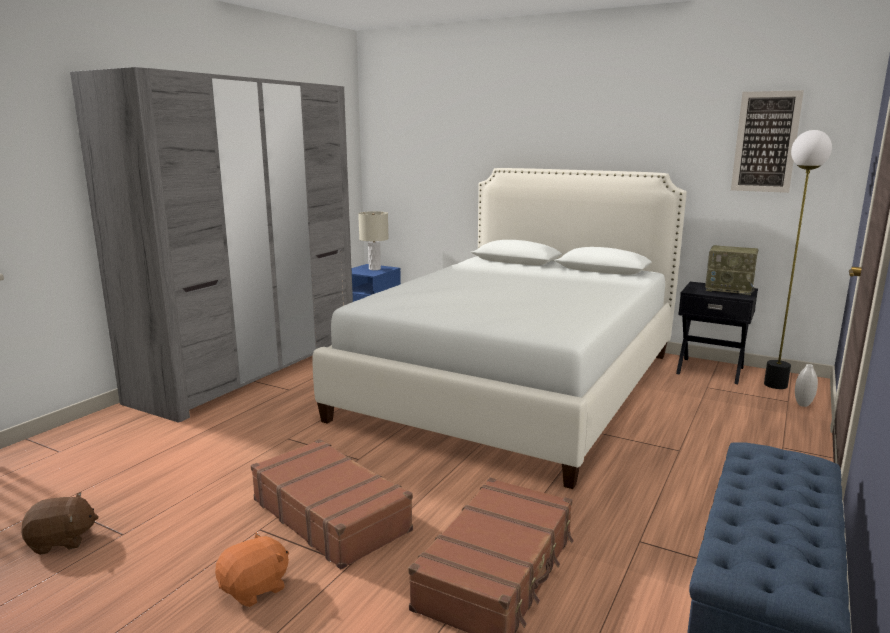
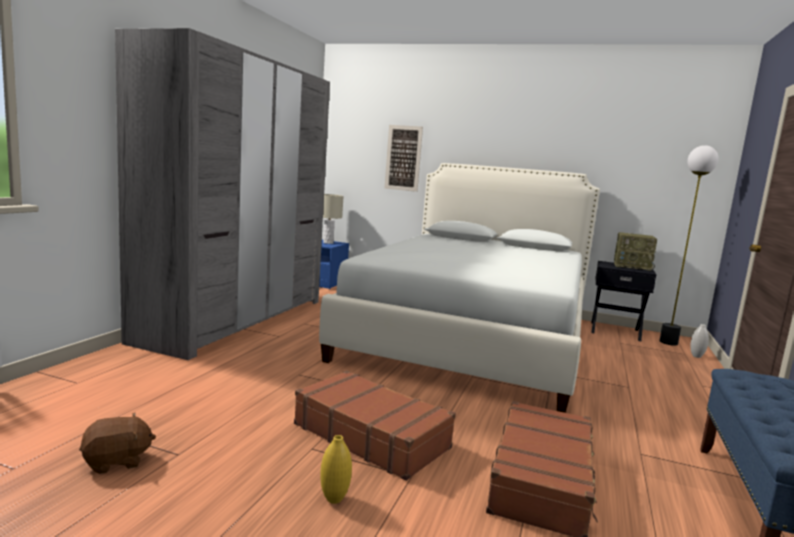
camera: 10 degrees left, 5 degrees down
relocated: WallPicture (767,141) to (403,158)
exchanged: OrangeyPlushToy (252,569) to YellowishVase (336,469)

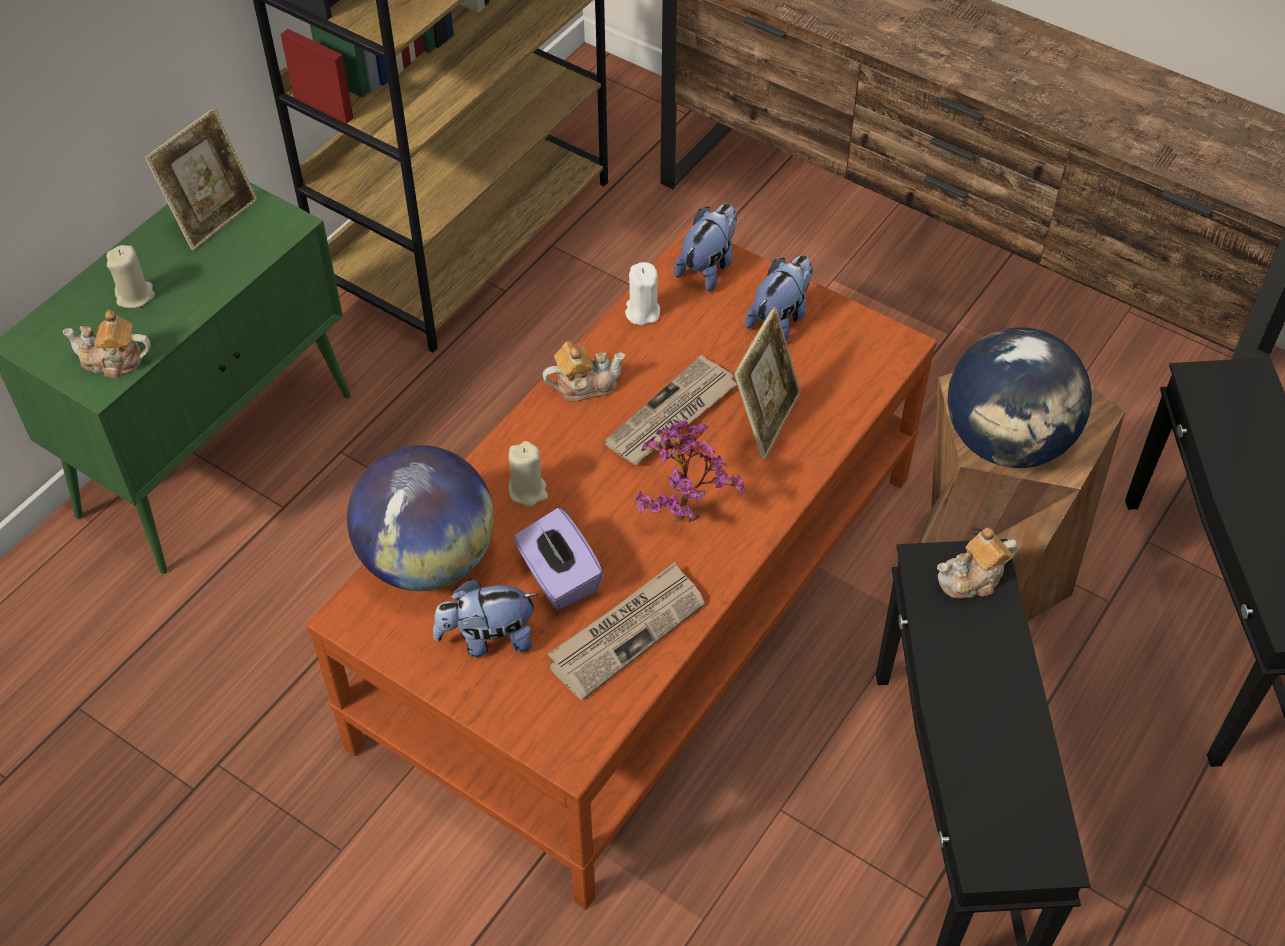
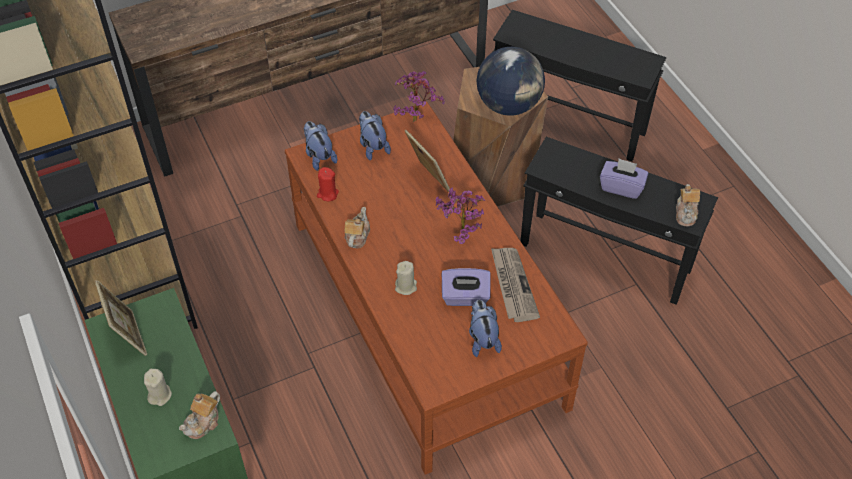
camera: 60 degrees left, 0 degrees up
missing: WorldGlobe (420,518); PrintedPaper (670,410)
appeared: PlantInAPot (419,96); PurpleTissueHolder (624,178)
relocated: TeaPot (977,563) to (688,205)
colour: WhiteCandle (642,293) to RedColouredCandle (328,184)
spun: PlushToy (485,618) = (485,328) 150 degrees clockwise

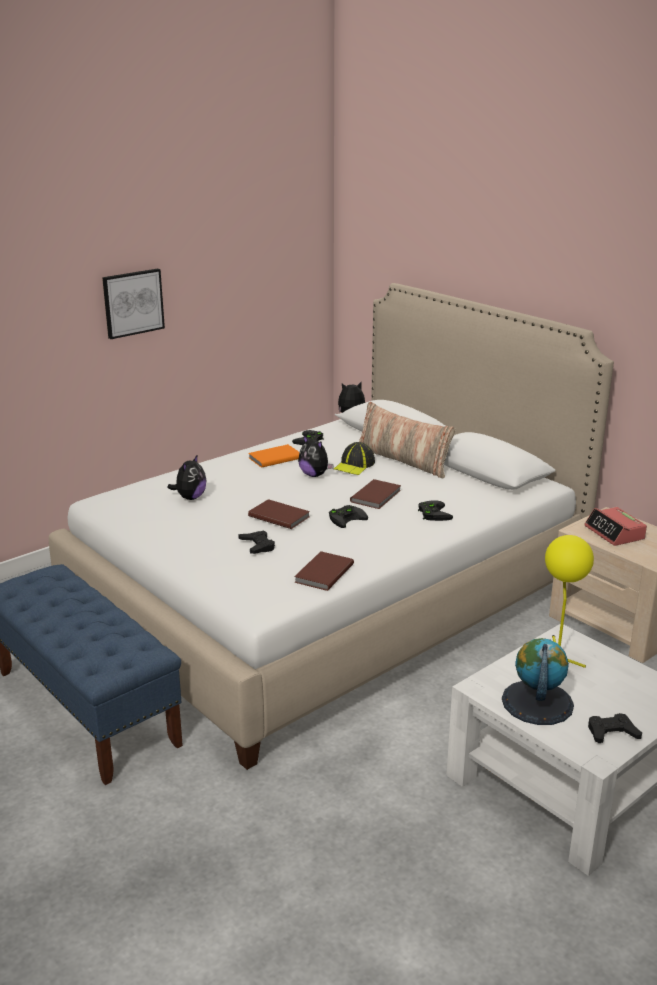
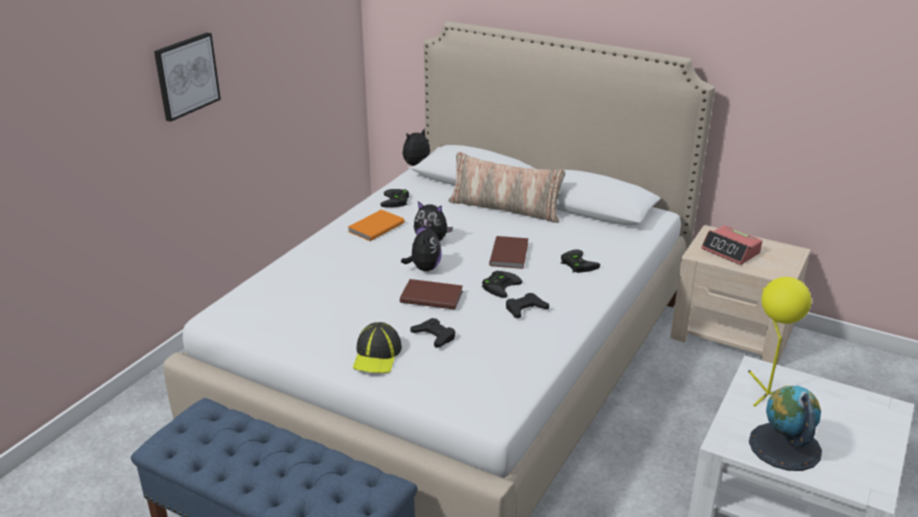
camera: 20 degrees left, 5 degrees up
missing: BrownishVolume (324,571)
relocated: PlushToy (187,477) to (421,247); BaseballCap (354,458) to (377,347); BlackishGamepad (615,728) to (527,305)

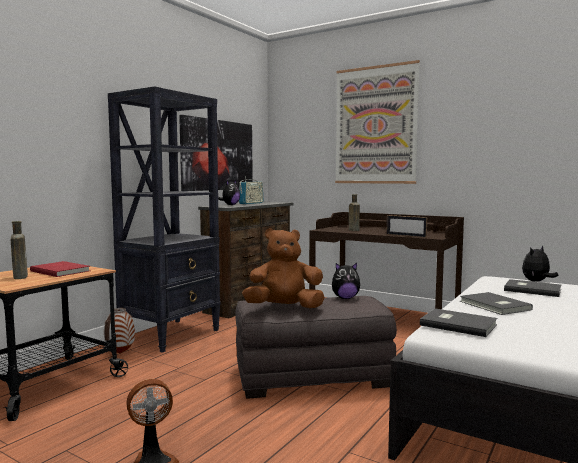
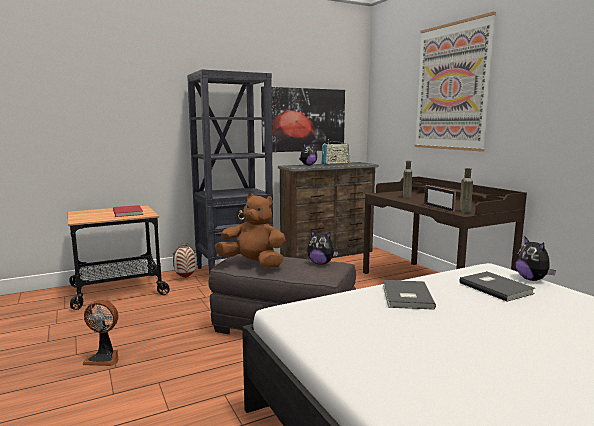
camera: 30 degrees right, 5 degrees up
missing: GrayVolume (458,322)
relocated: BrownishDrinkBottle (19,250) to (466,190)
spun: PlushToy (540,264) = (535,259) 105 degrees counterclockwise

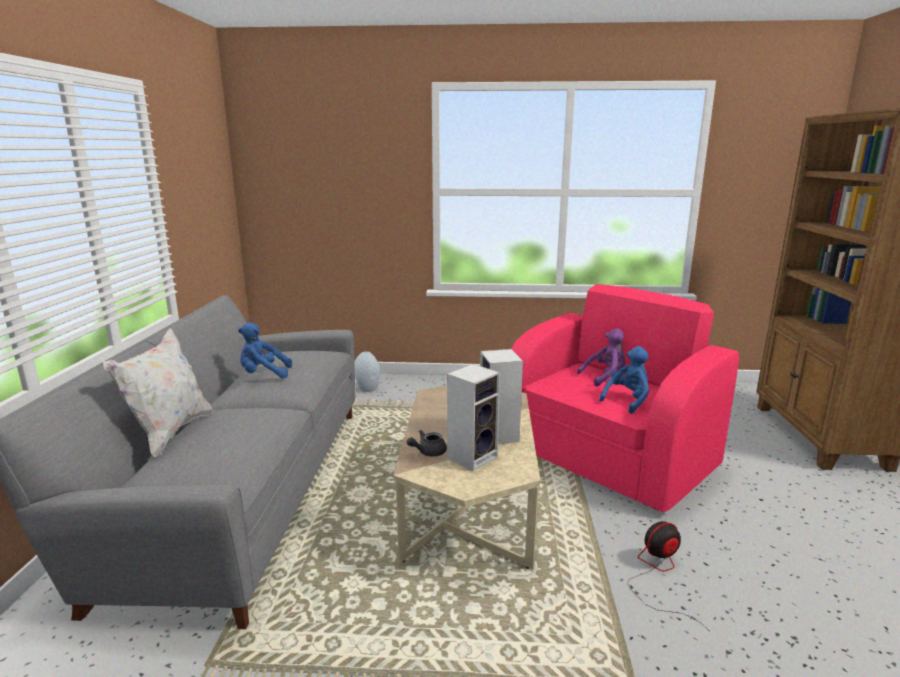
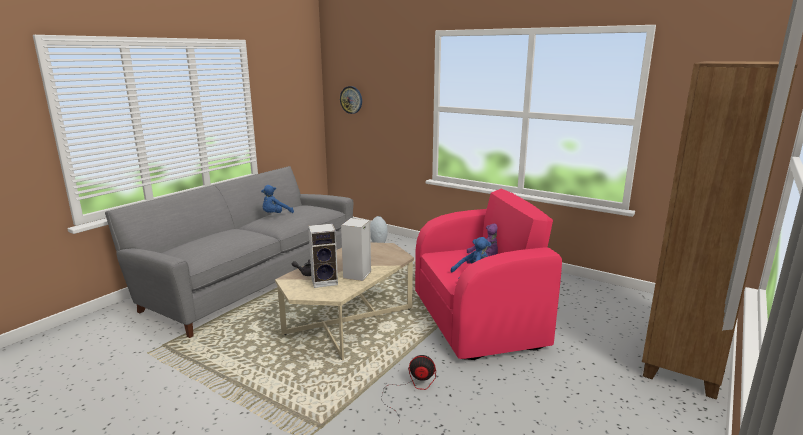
camera: 30 degrees right, 0 degrees up
missing: WhitePillow (158,392)
appeared: ClockOnTheWall (351,100)
spun: BlueColouredPlushToy (265,350) = (277,199) 75 degrees counterclockwise

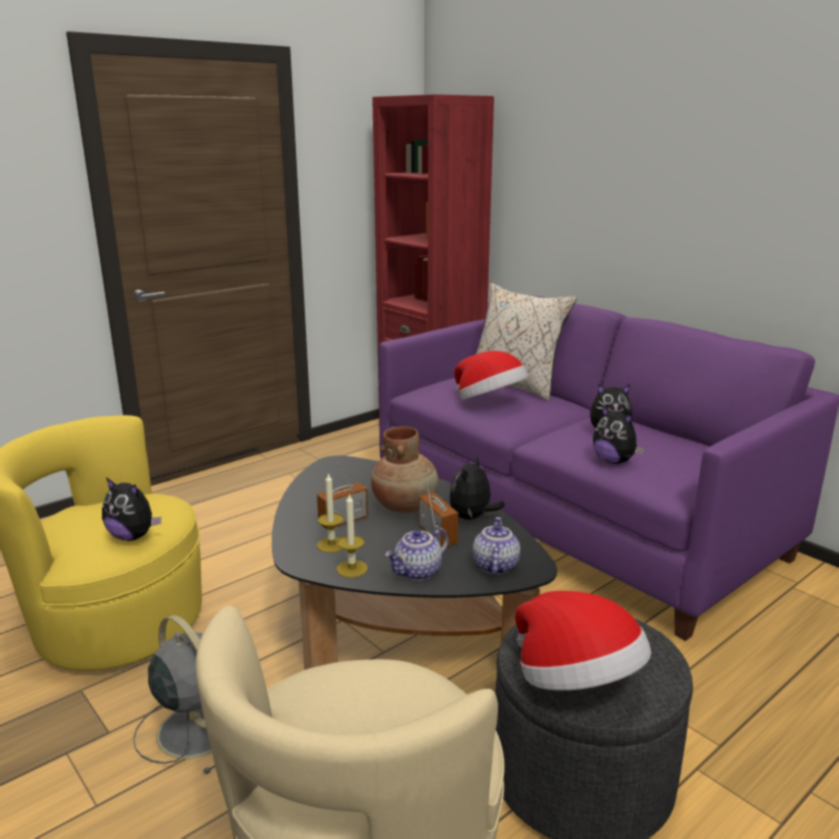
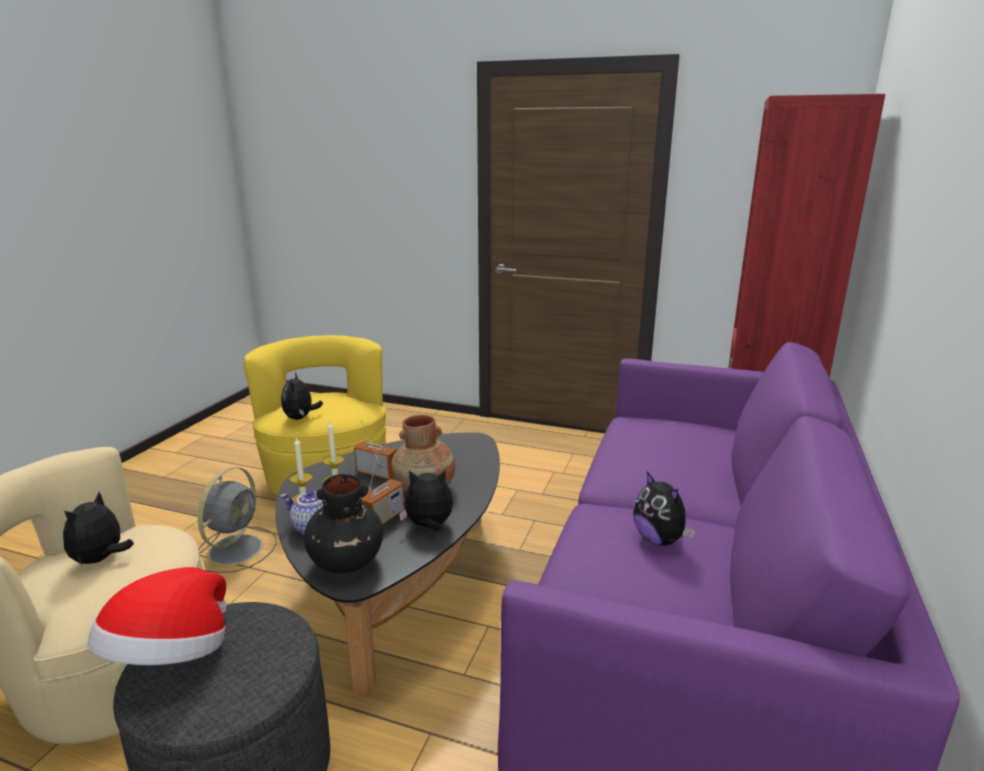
camera: 60 degrees right, 0 degrees up
missing: Hat (491,375); BeigeColouredPillow (526,342)
relocated: PlushToy (619,435) to (98,528)
exchanged: TeaPot (496,545) to BlackishVase (343,523)

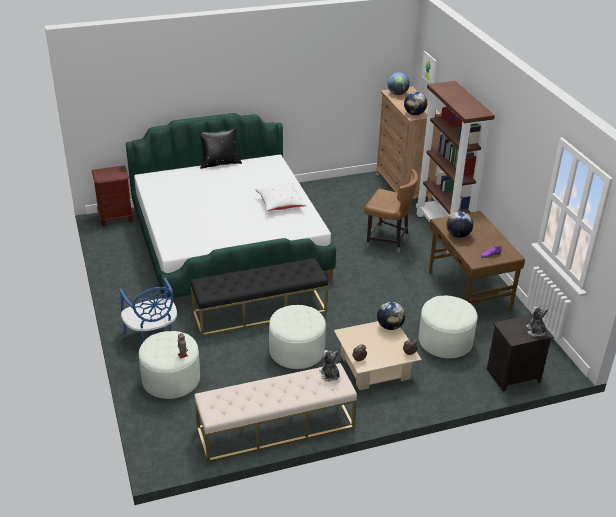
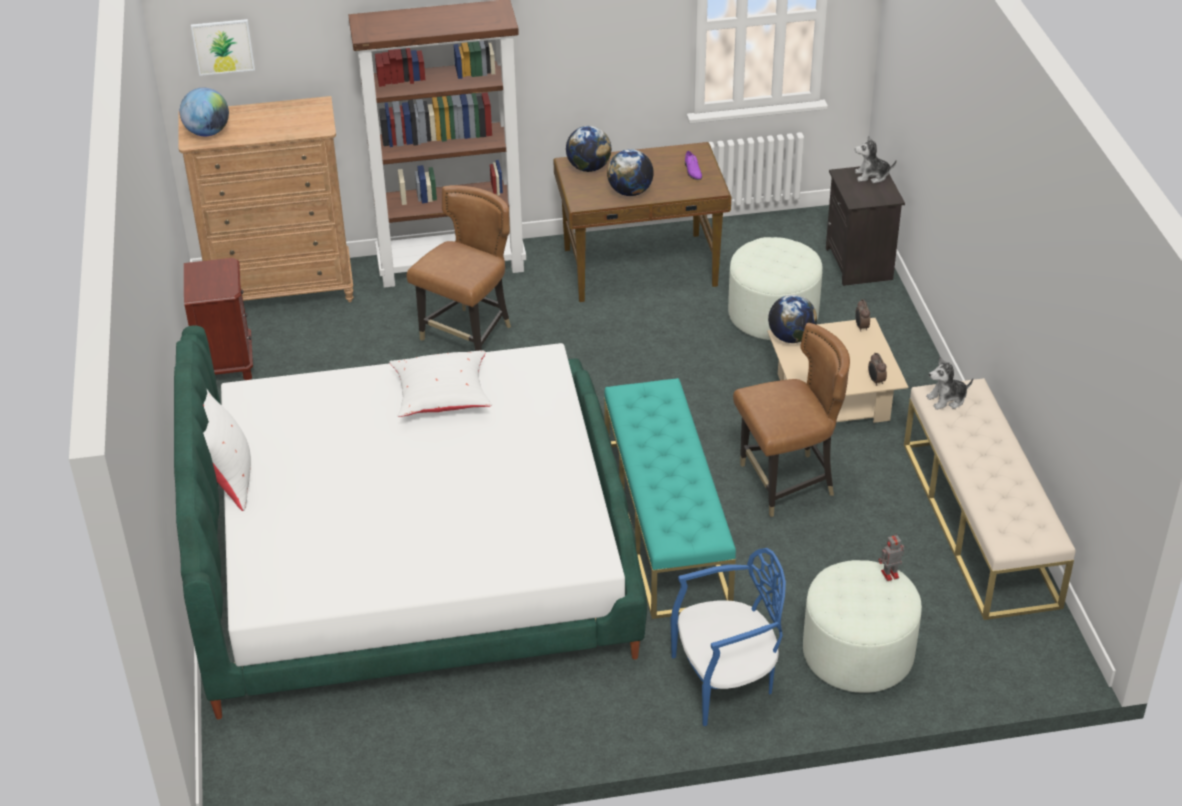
camera: 80 degrees left, 5 degrees up
relocated: BrownishNightstand (112,196) to (218,319); WorldGlobe (415,103) to (588,149)
exchanged: WhiteFootrest (297,337) to BrownishChair (791,420)
colour: BlackishIndoorBench (259,297) to TurquoiseColouredIndoorBench (670,498); BlackishPillow (221,148) to WhitePillow (227,450)

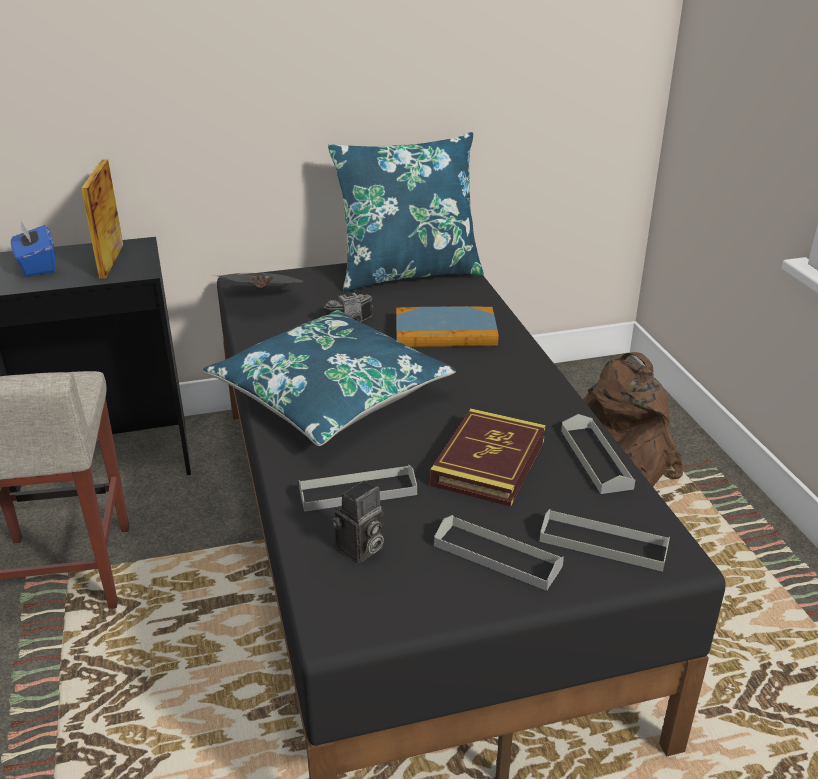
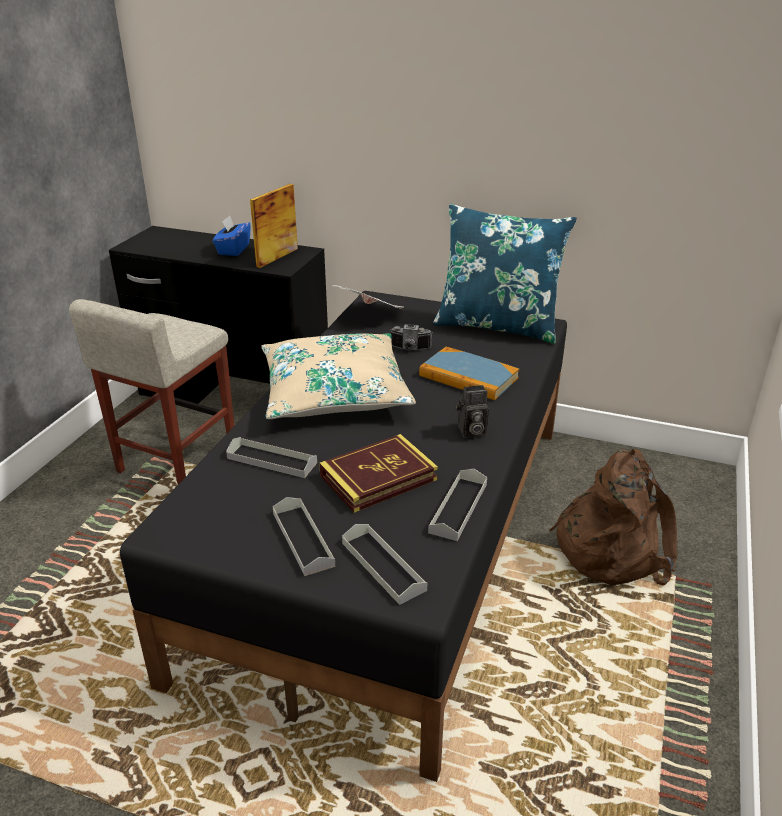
camera: 35 degrees right, 0 degrees up
relocated: StillCamera (357,521) to (472,411)
colour: BlueColouredPillow (329,378) to BeigeColouredPillow (338,376)

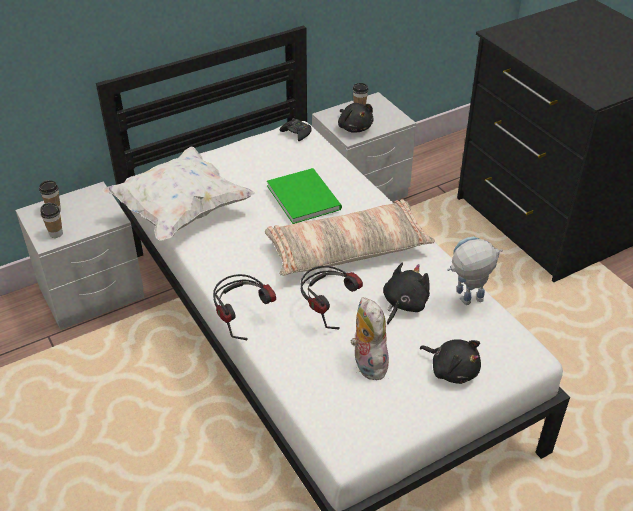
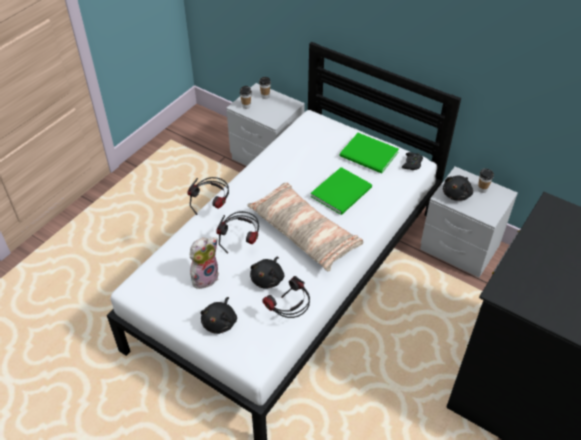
camera: 65 degrees right, 5 degrees up
missing: WhitePillow (179,193)
appeared: GreenColouredVolume (369,153)
exchanged: ModelRobot (475,270) to Headset (286,297)
spun: BlackishPlushToy (406,294) = (267,272) 105 degrees clockwise

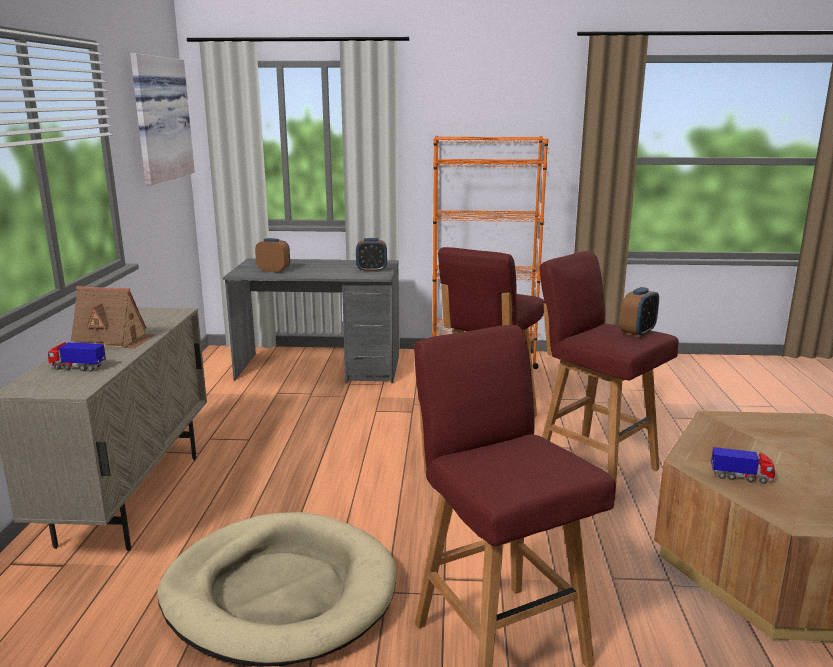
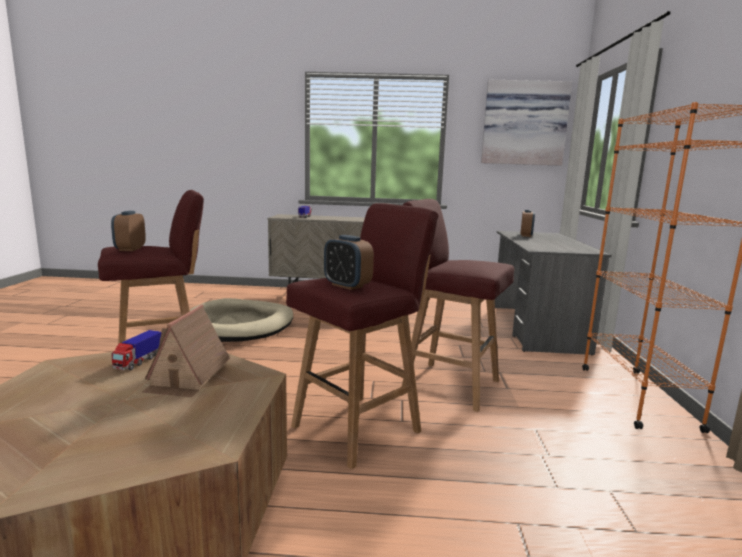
camera: 90 degrees right, 5 degrees down
relocated: ModelHouse (113,317) to (186,351); BedsideClock (371,255) to (128,231)

